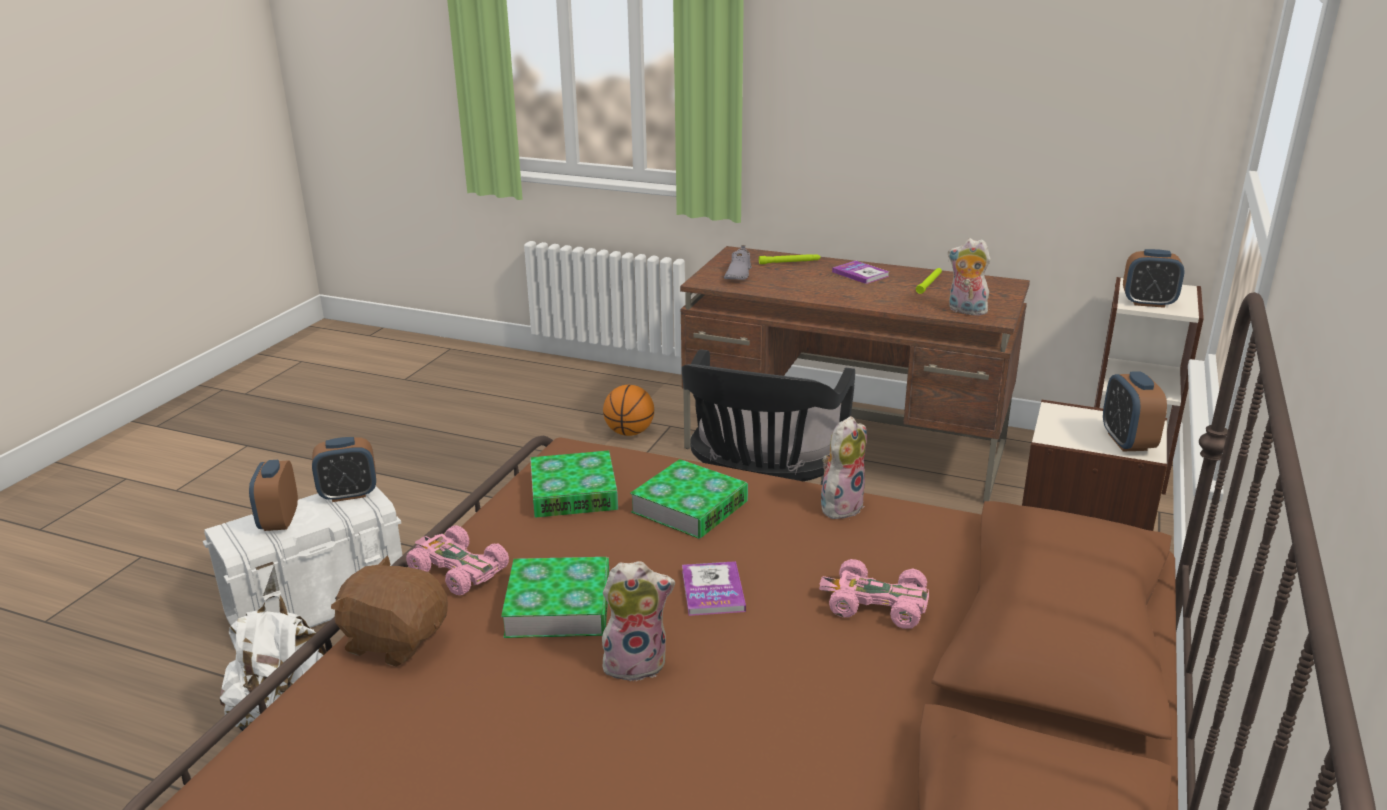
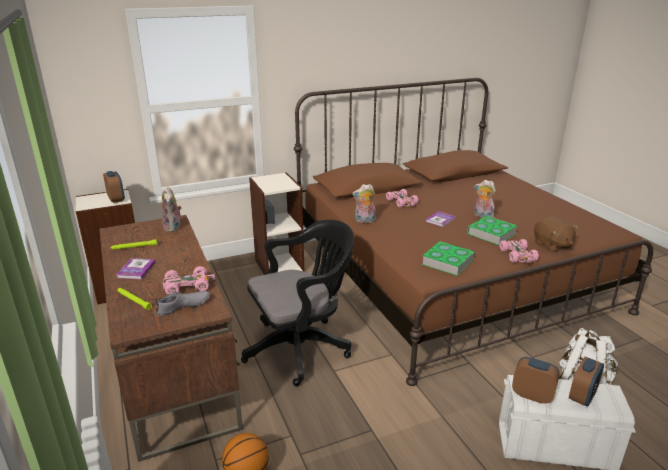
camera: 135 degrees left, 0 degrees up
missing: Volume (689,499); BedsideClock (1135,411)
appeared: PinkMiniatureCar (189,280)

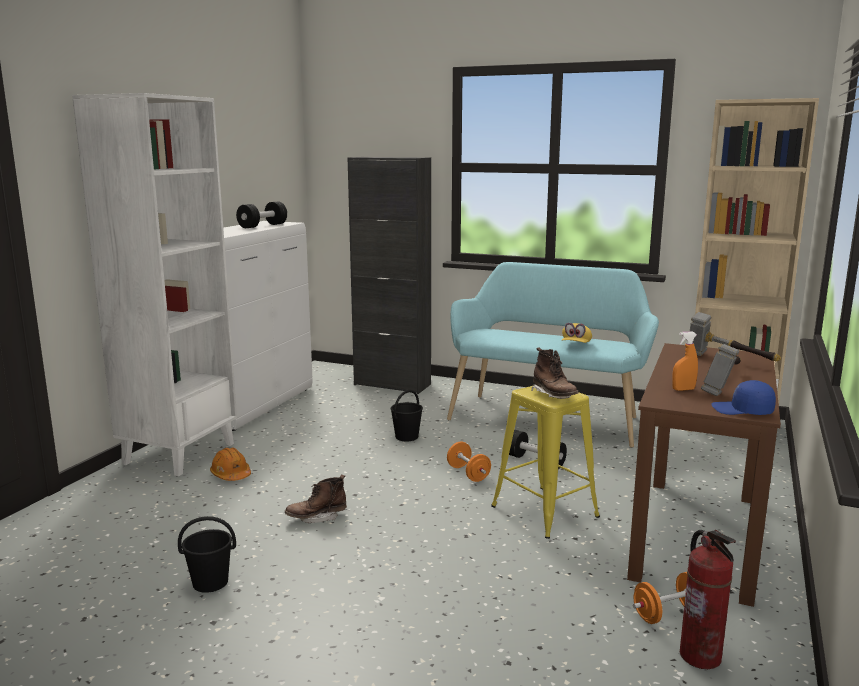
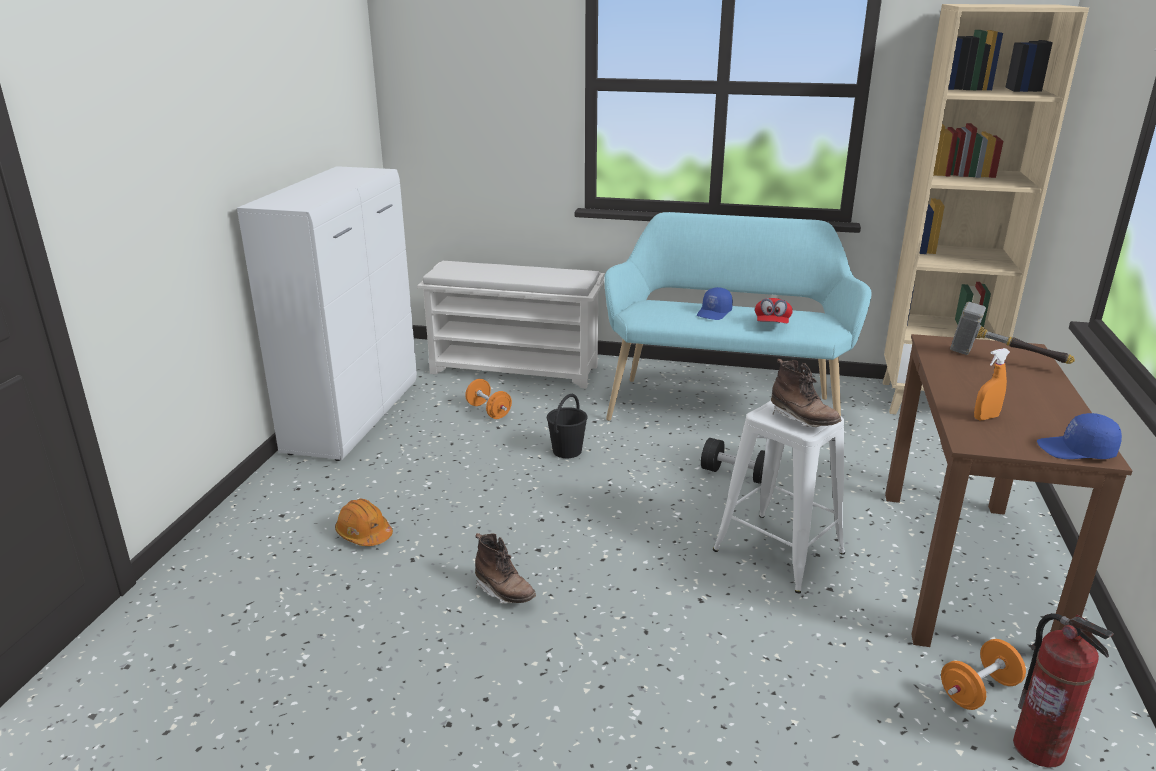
camera: 10 degrees left, 10 degrees up
missing: WhiteBookcase (154,284); BlackishPail (207,554); BlackishDumbbell (261,215); HandHammer (721,370)
appeared: BlueColouredBaseballCap (715,303)
relocated: OrangeyDumbbell (469,462) to (488,399)
exchanged: BlackishStorageCabinet (389,275) to WhiteShoeRack (511,324)
colour: YellowishStool (545,462) to WhiteStool (779,497); YellowishBaseballCap (577,333) to RedColouredBaseballCap (774,310)
spun: BrownishHighTopBoot (316,499) = (505,568) 105 degrees counterclockwise

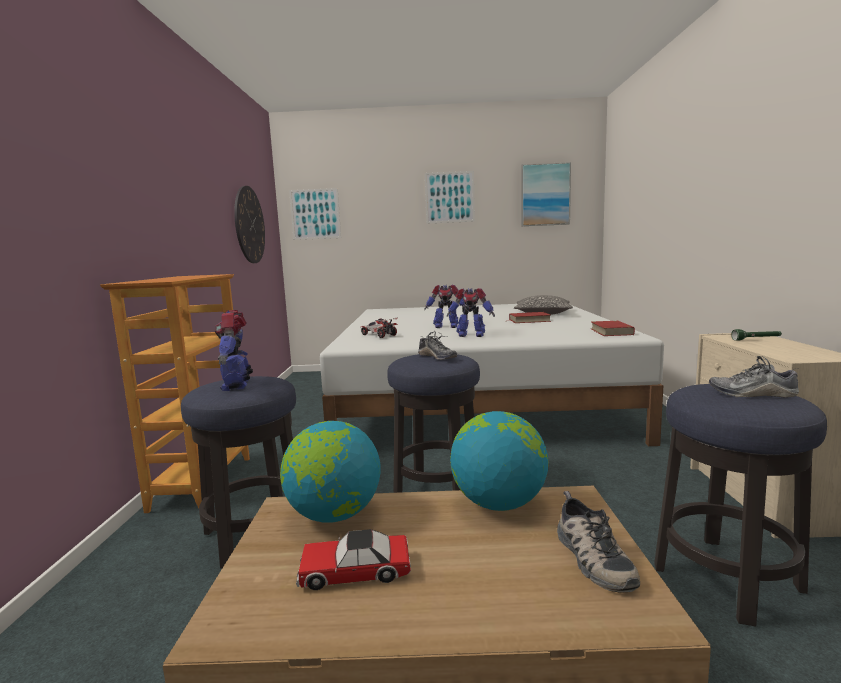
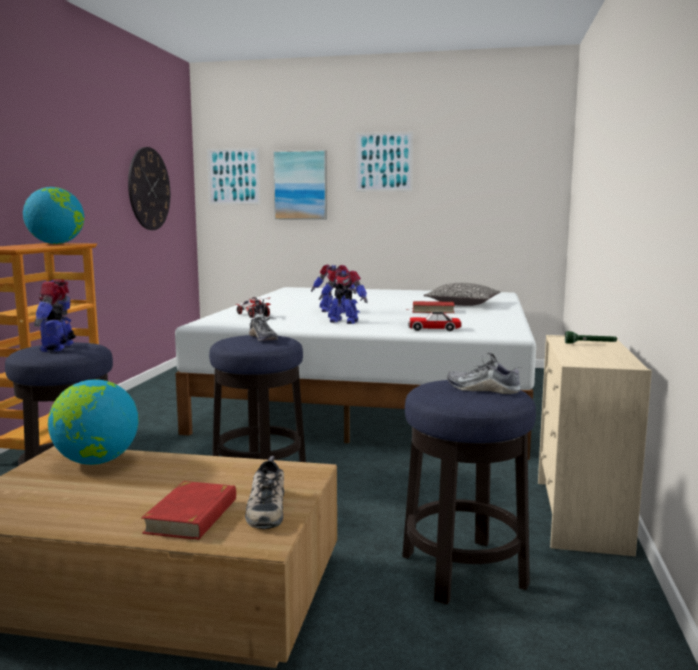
camera: 10 degrees right, 0 degrees up
relocated: MiniatureCar (353,559) to (435,321); WorldGlobe (499,461) to (53,215); WallPicture (546,194) to (300,185); RedColouredVolume (613,328) to (188,510)

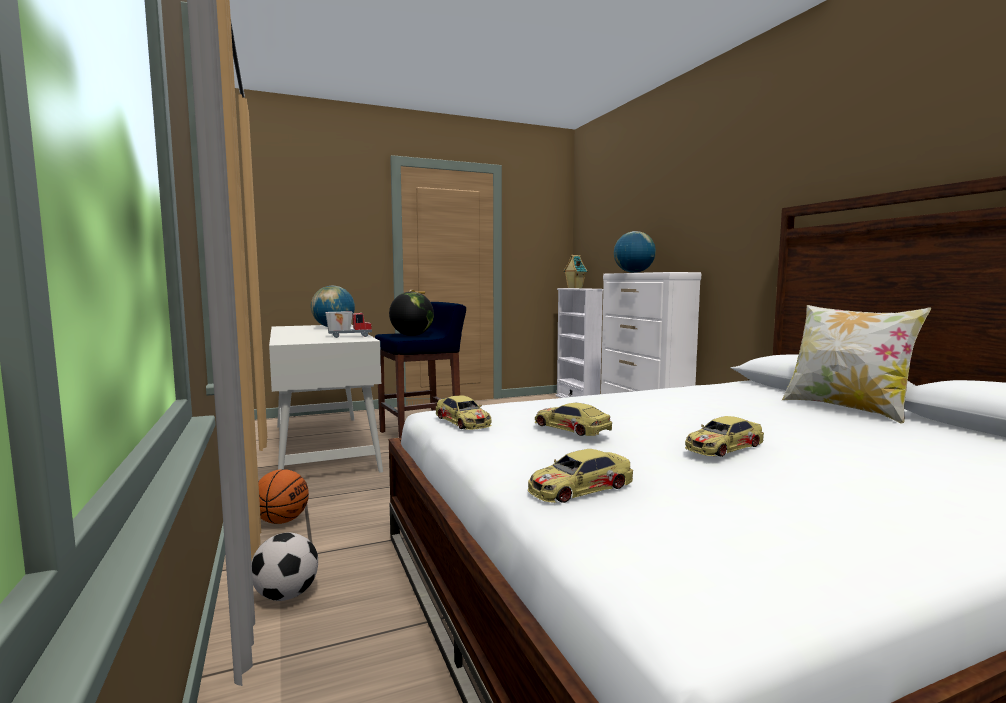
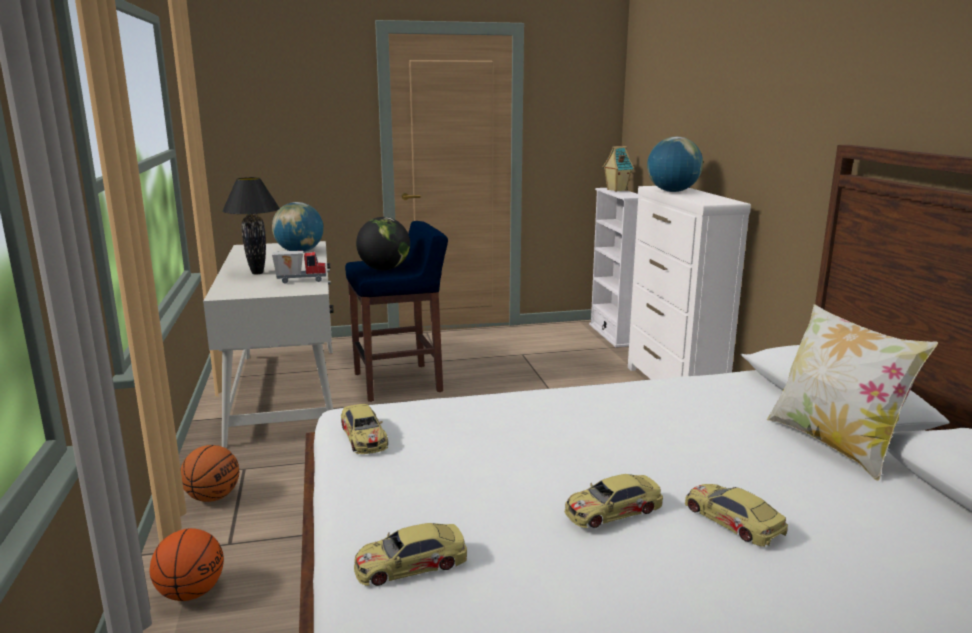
camera: 10 degrees right, 10 degrees up
appeared: BlackishTabletopLamp (251,225)
relocated: MiniatureCar (573,419) to (736,515)
exchanged: BallForFootball (285,566) to Basketball (187,564)

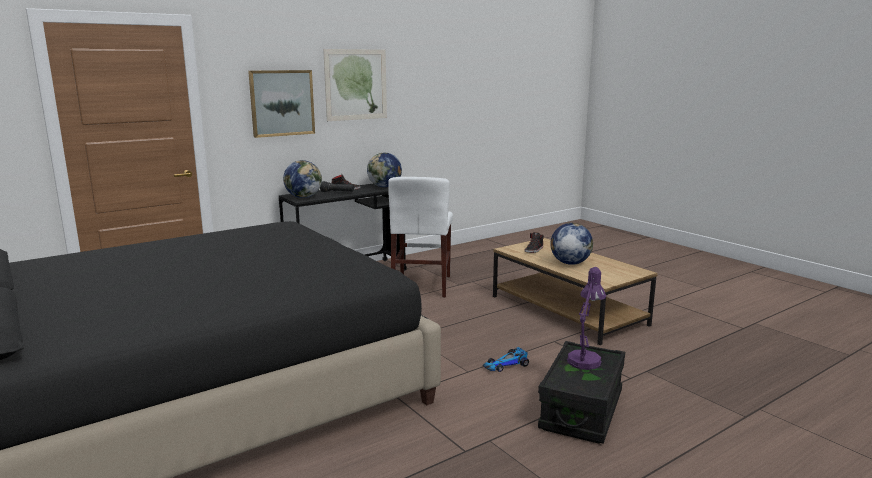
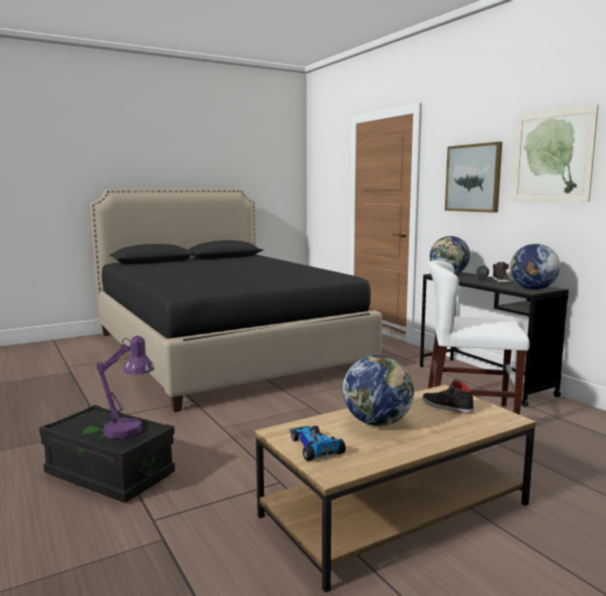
camera: 95 degrees right, 5 degrees down
relocated: MiniatureCar (506,359) to (318,443)

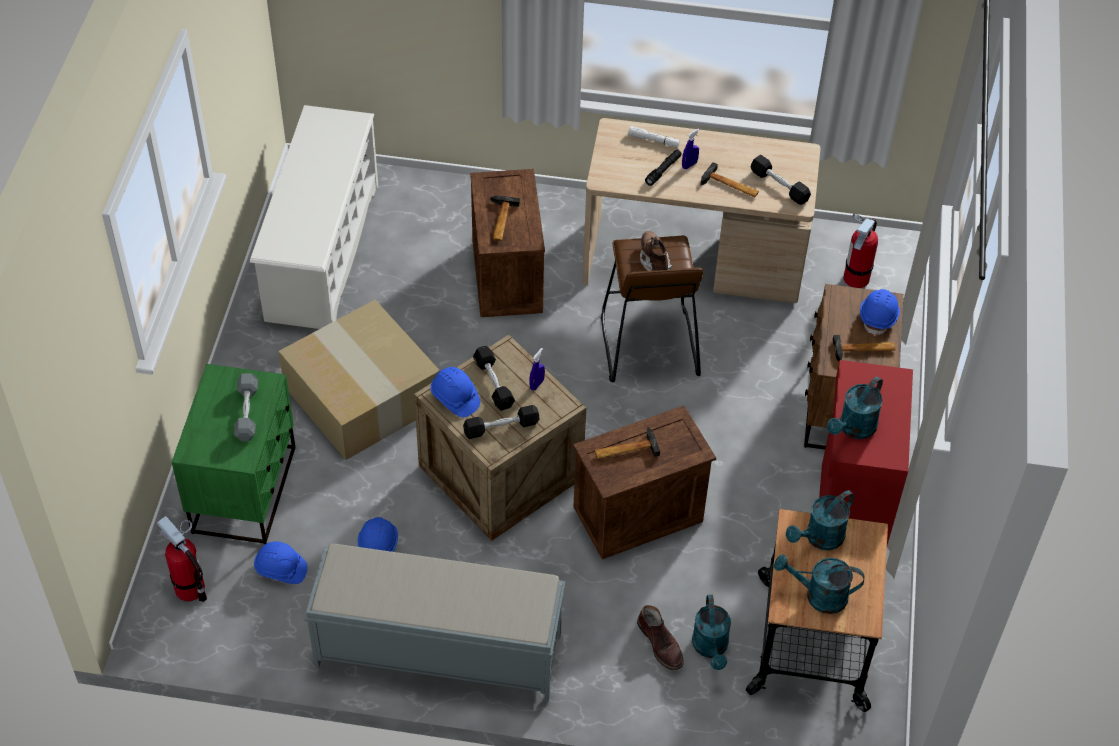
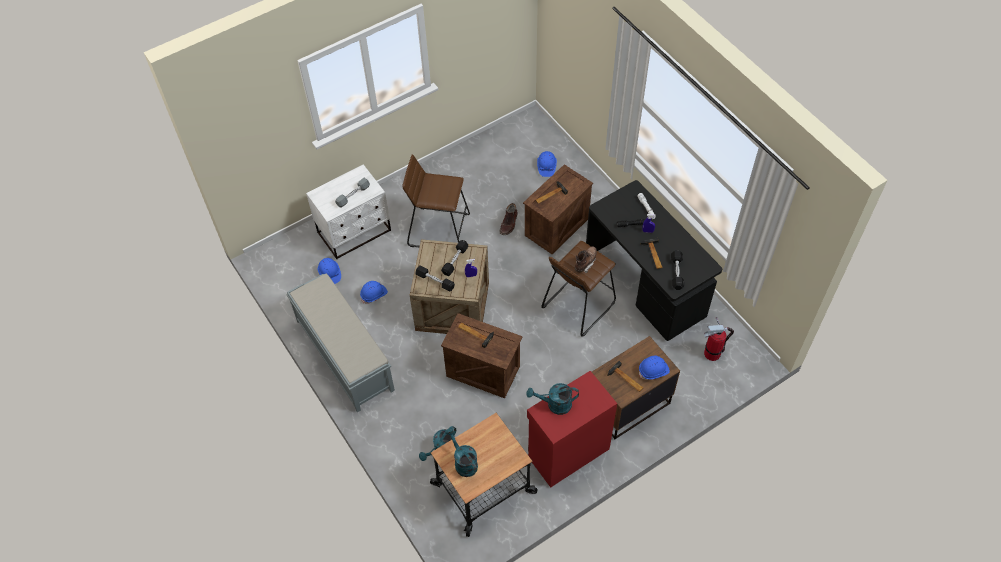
camera: 50 degrees right, 5 degrees up
missing: Extinguisher (182,559); WhiteShoeRack (314,217); TurquoiseColouredSprinklingCan (820,520)
relocated: BlueColouredWorkHelmet (455,392) to (547,164); BrownishHighTopBoot (660,637) to (509,219)
exchanged: Carton (359,380) to BrownishStool (436,201)
colour: GreenColouredNightstand (233,454) to WhiteNightstand (348,211); BeigeColouredDeskTable (701,210) to BlackishDeskTable (654,260)

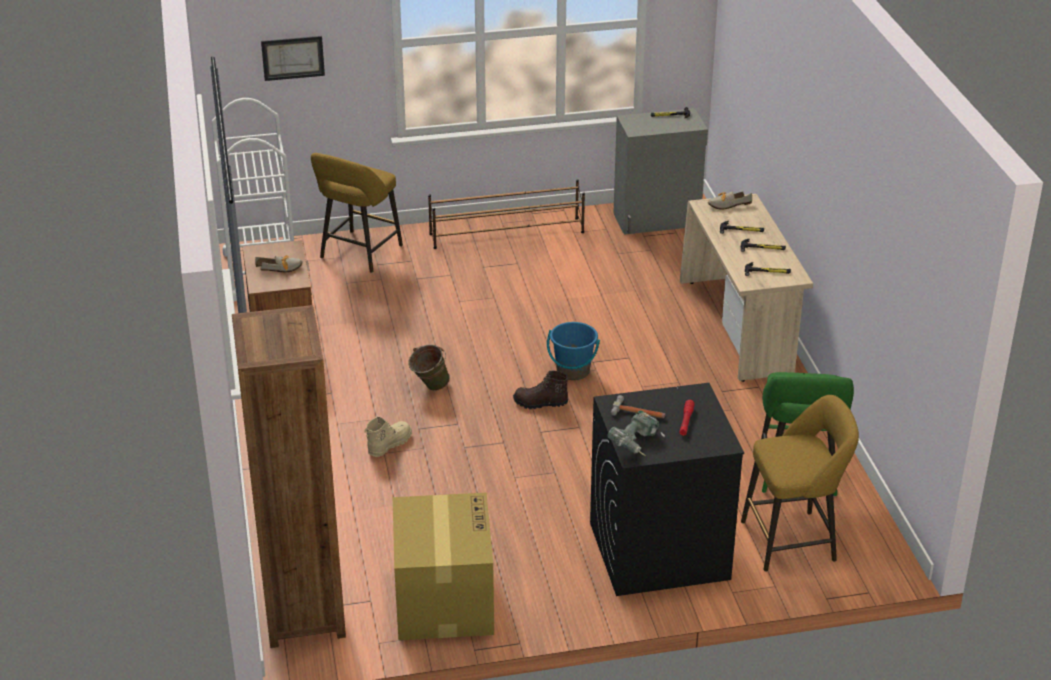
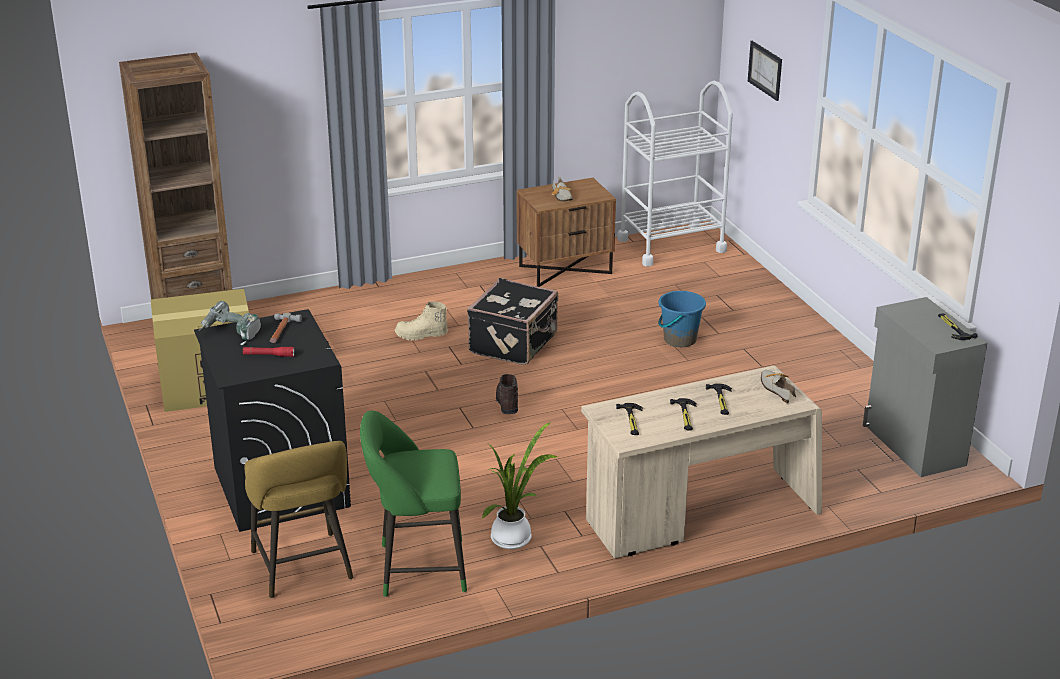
camera: 80 degrees right, 5 degrees down
missing: YellowishStool (357,213); BrownishShoeRack (506,214)
appeared: PlantInAPot (520,485)
relocated: BlueColouredPail (573,351) to (682,319)
exchanged: GreenColouredPail (429,367) to BlackishTravelCase (512,321)
spun: BeigeColouredHighTopBoot (388,436) = (421,321) 150 degrees clockwise

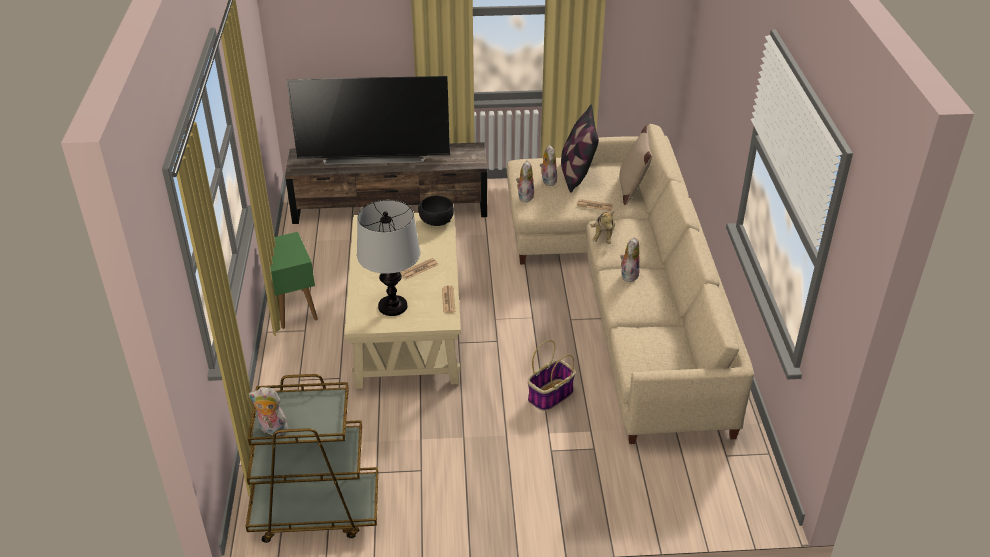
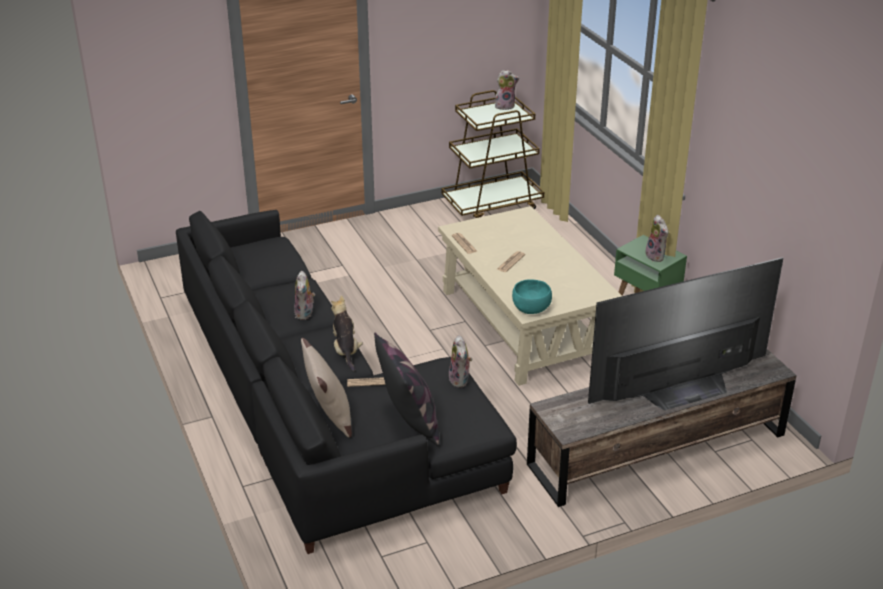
camera: 160 degrees right, 5 degrees down
missing: TabletopLamp (388,258); StorageBasket (551,375)
relocated: PlushToy (548,165) to (656,238)
colour: BlackishBowl (436,211) to TurquoiseColouredBowl (532,296); BeigeColouredSofa (630,284) to BlackishSofa (346,382)

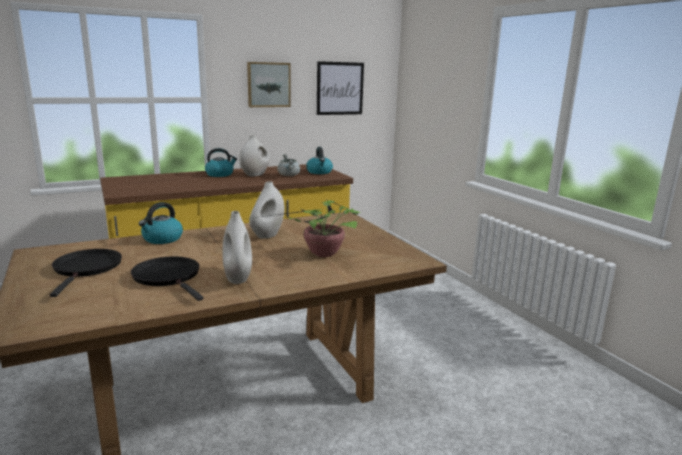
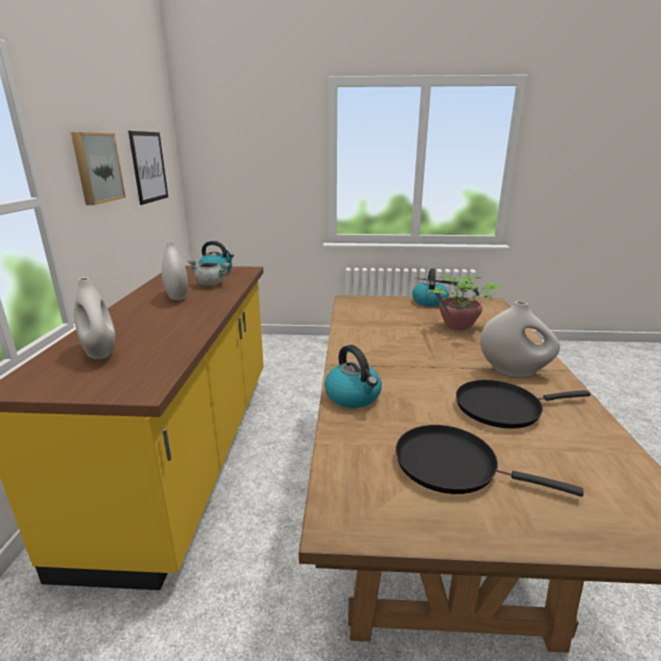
camera: 60 degrees left, 5 degrees up
relocated: Kettle (221,162) to (430,287); WhiteVase (266,210) to (94,318)

